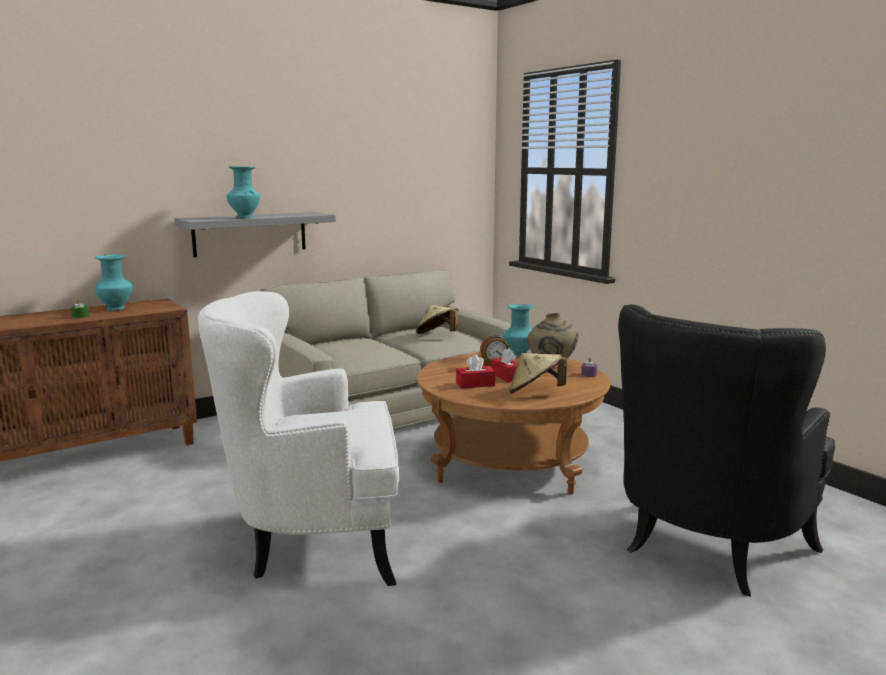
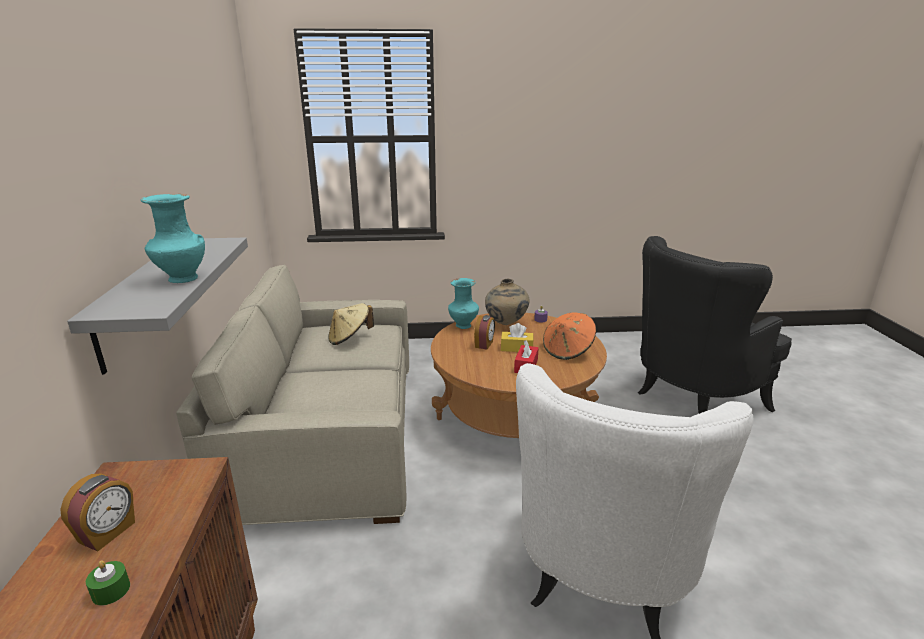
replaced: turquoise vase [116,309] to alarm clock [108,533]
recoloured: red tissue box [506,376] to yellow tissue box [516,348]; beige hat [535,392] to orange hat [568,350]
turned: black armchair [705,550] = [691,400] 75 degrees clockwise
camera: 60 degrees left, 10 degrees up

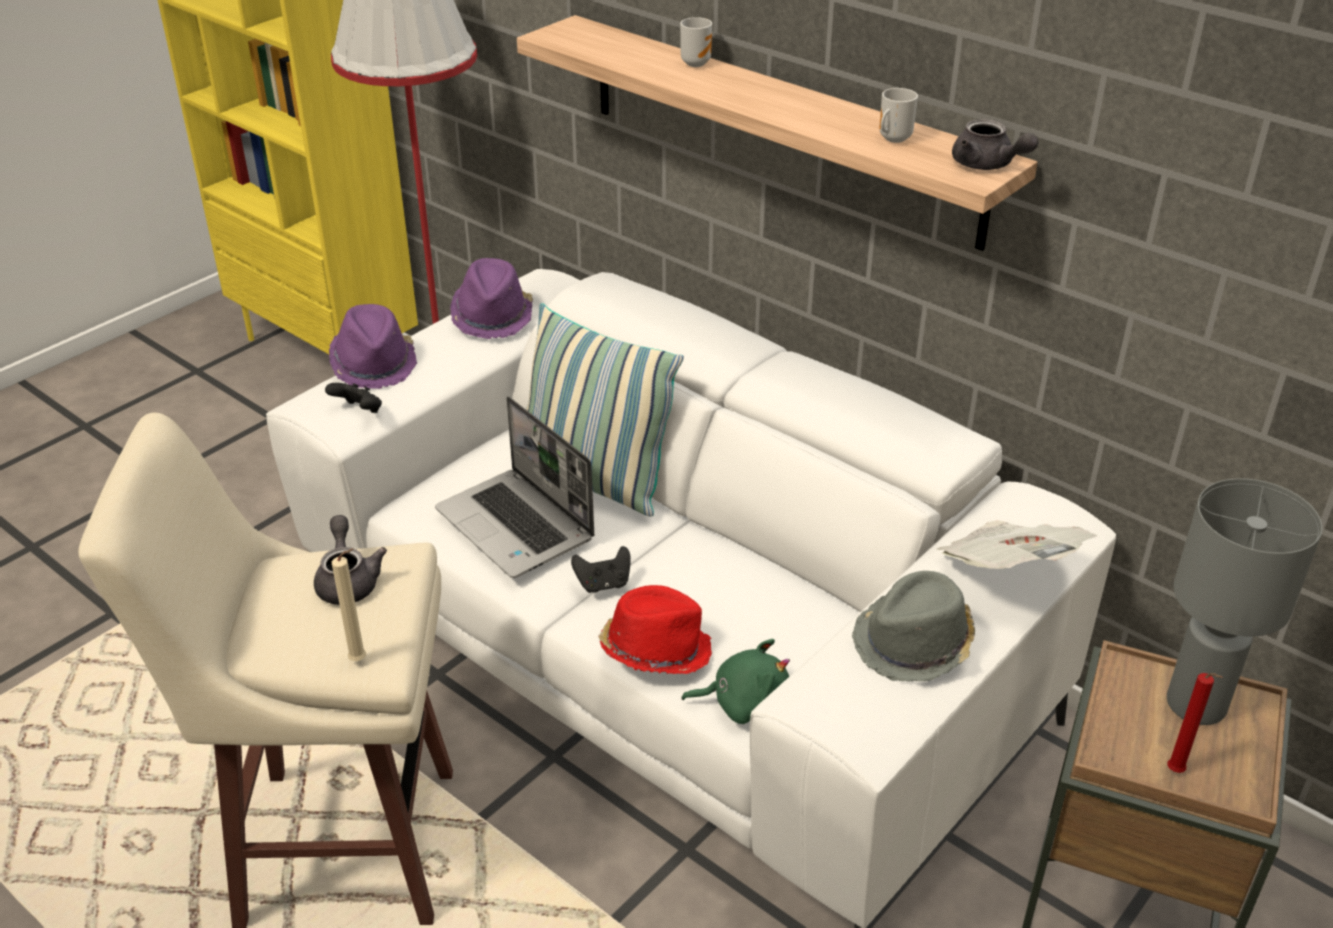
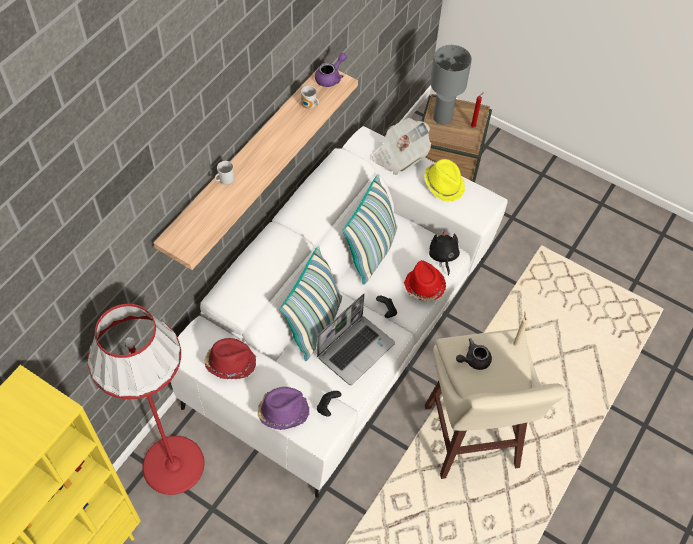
added: pillow [371,251]
recoloured: purple hat [493,315] to red hat [230,362]; green plush toy [744,703] to black plush toy [443,256]; grey hat [914,643] to yellow hat [444,184]; grey teapot [987,165] to purple teapot [331,77]
camera: 100 degrees left, 20 degrees up

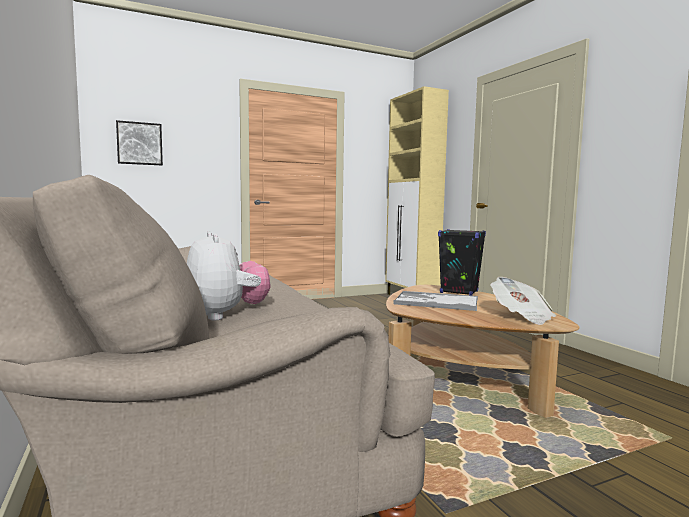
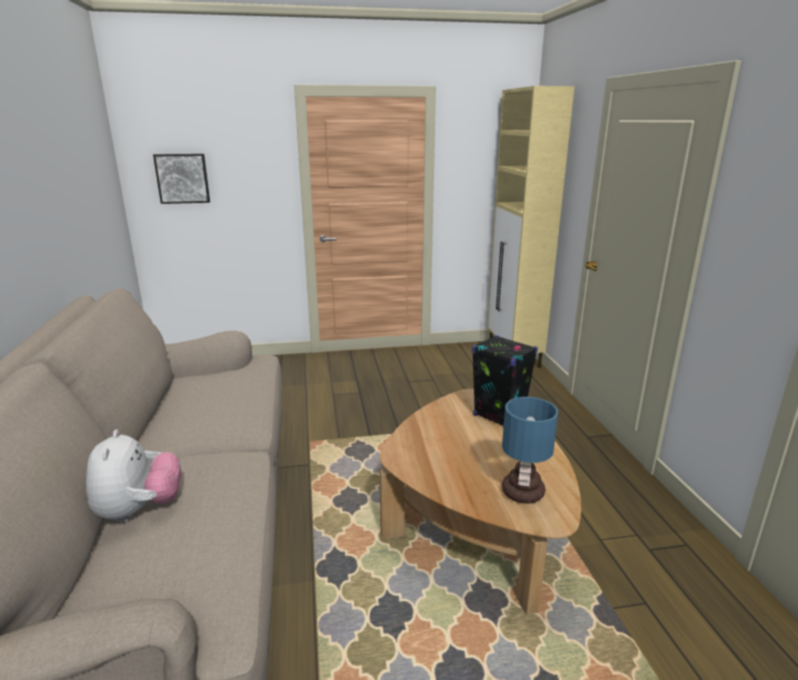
removed: tray [435,302]
replaced: newspaper [521,316] to table lamp [523,493]
camera: 15 degrees right, 15 degrees up

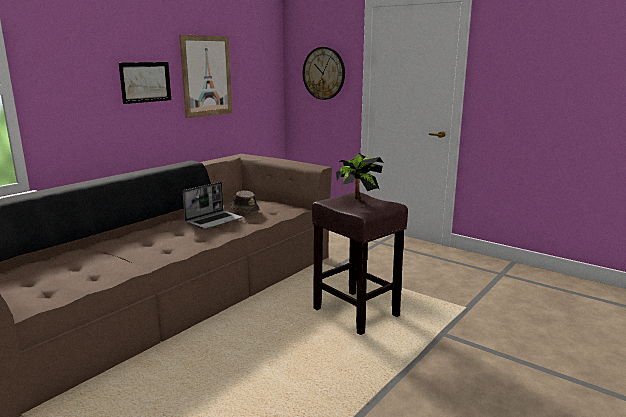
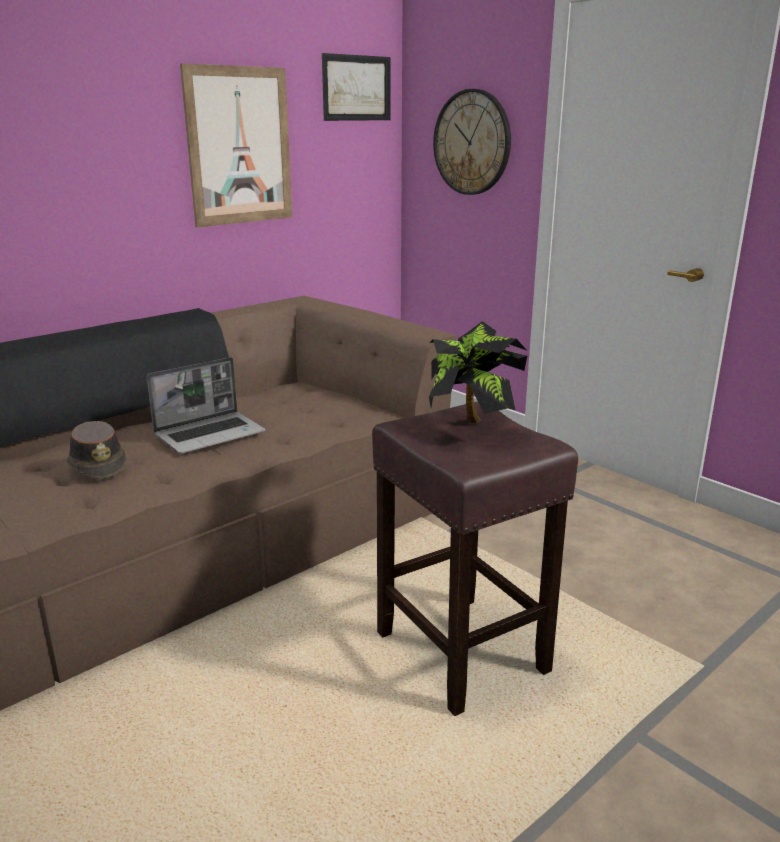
moved: picture [145,82] to [356,88]; brown hat [244,210] to [98,465]
camera: 10 degrees right, 5 degrees up

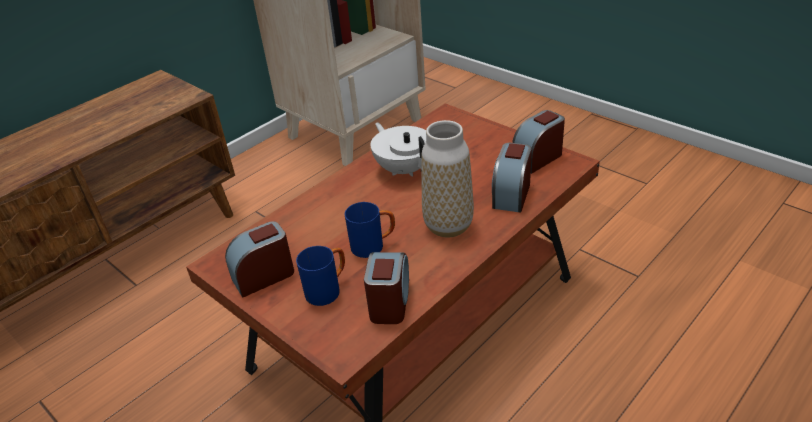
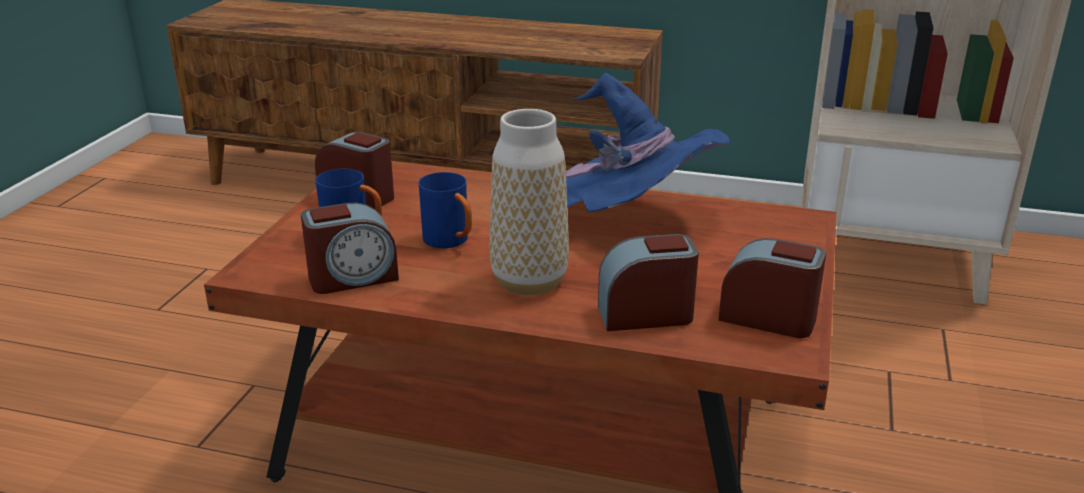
replaced: white teapot [404,169] to blue hat [632,222]
camera: 60 degrees right, 10 degrees down

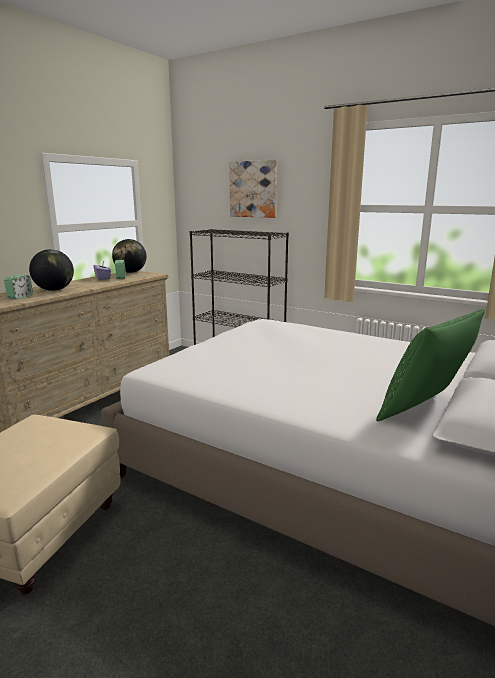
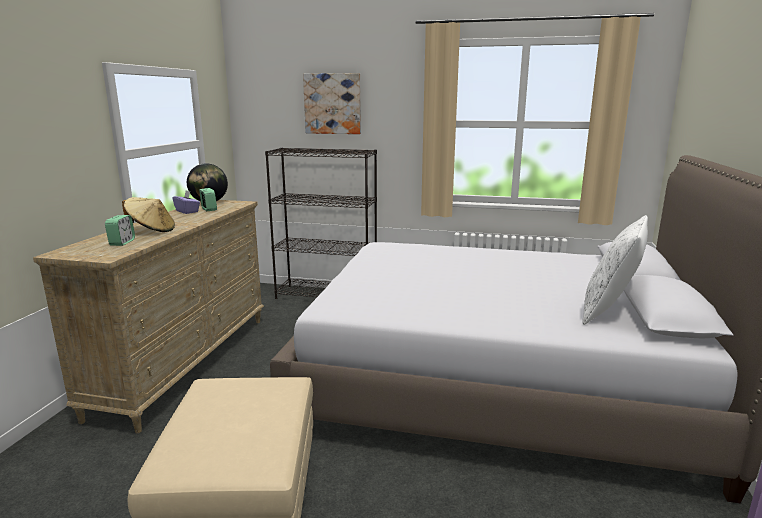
replaced: globe [54,290] to beige hat [151,230]
recoloured: green pillow [425,411] to white pillow [610,310]
camera: 20 degrees left, 0 degrees up

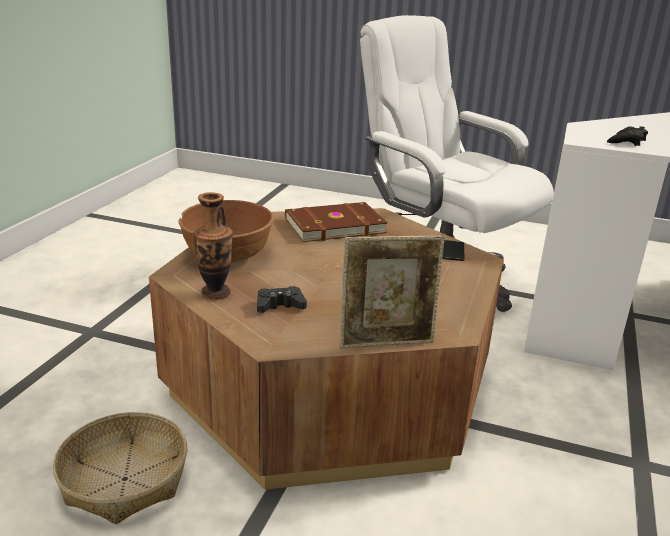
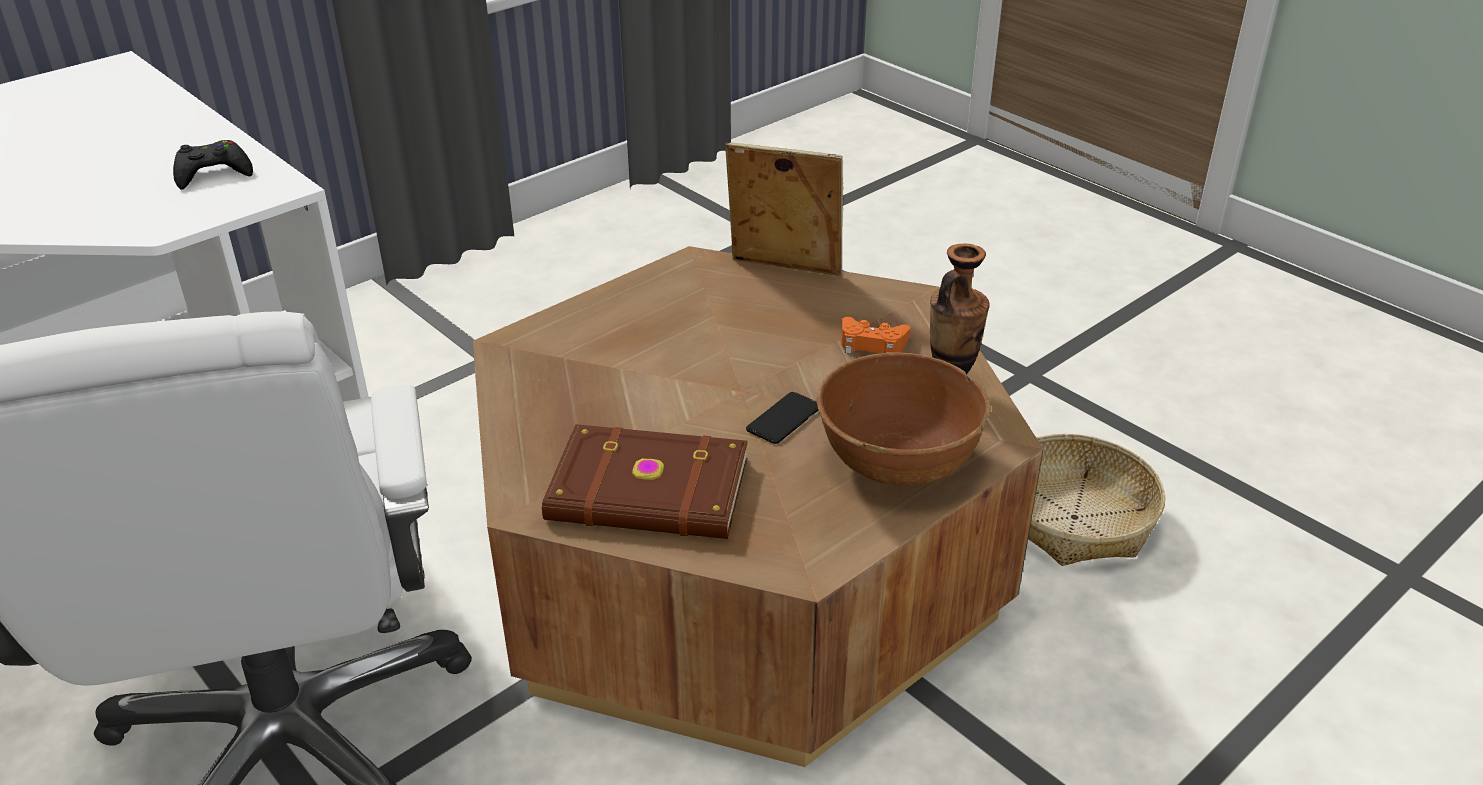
moved: phone [452,251] to [784,419]
recoloured: black game controller [280,306] to orange game controller [872,344]
camera: 150 degrees left, 10 degrees up

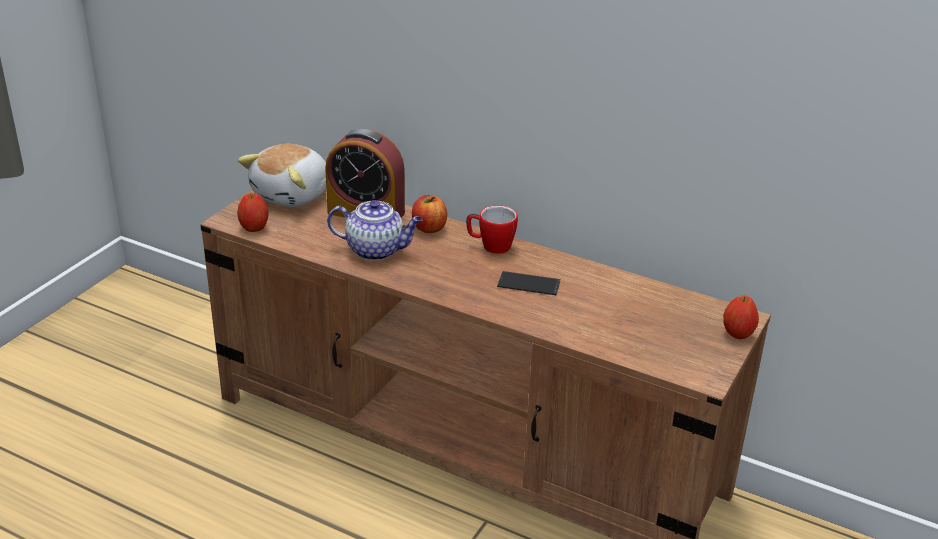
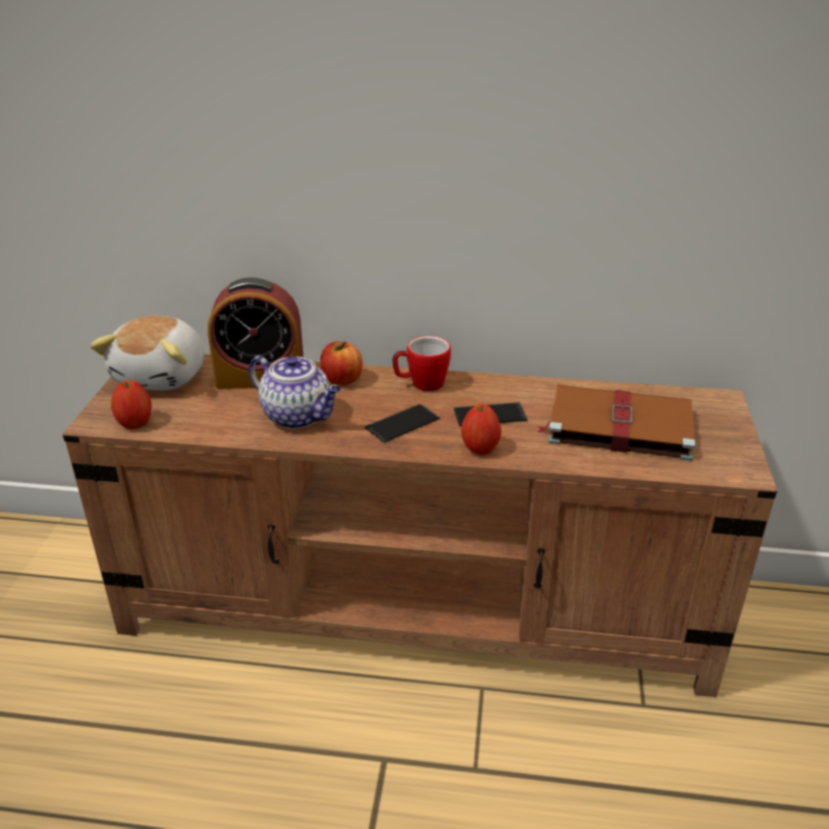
added: phone [402,423]; brown book [617,425]
moved: apple [738,333] to [480,448]
turned: teapot [376,250] = [298,416] 45 degrees clockwise
camera: 20 degrees left, 0 degrees up

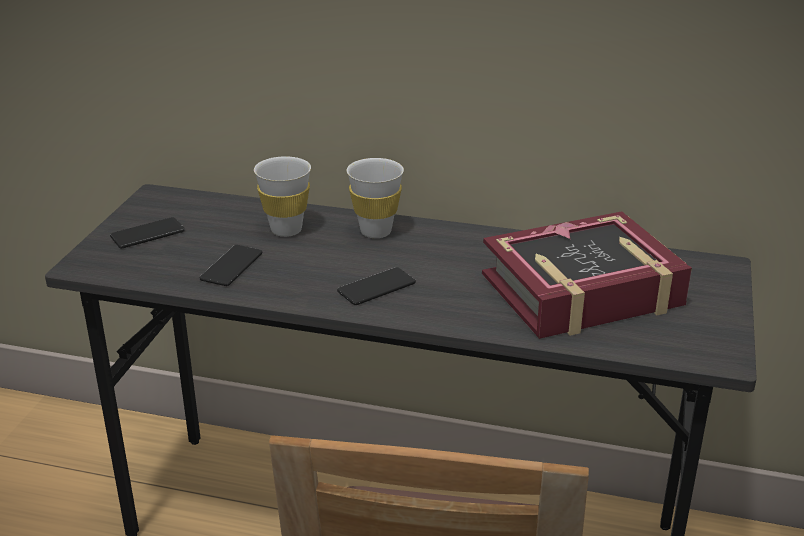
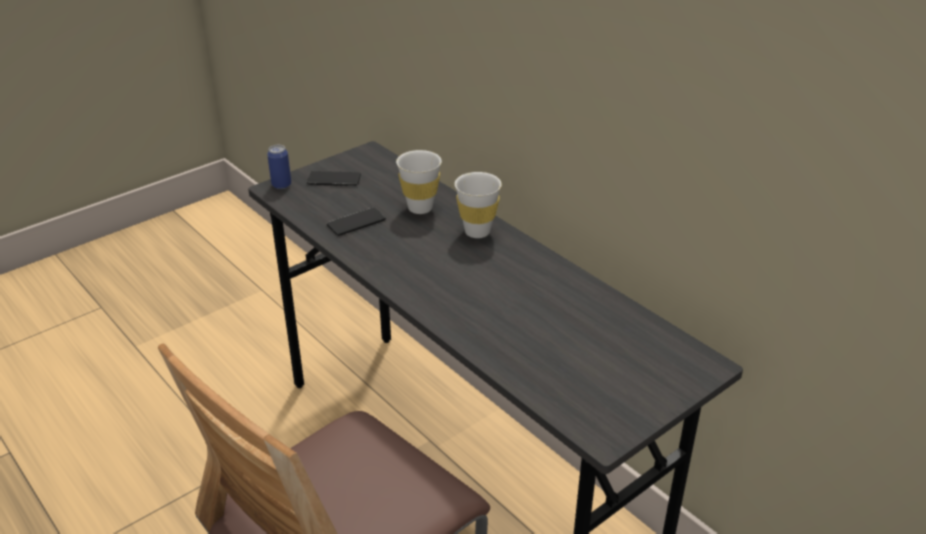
removed: phone [376,287]; book [582,291]
added: can [281,185]
camera: 35 degrees right, 5 degrees up

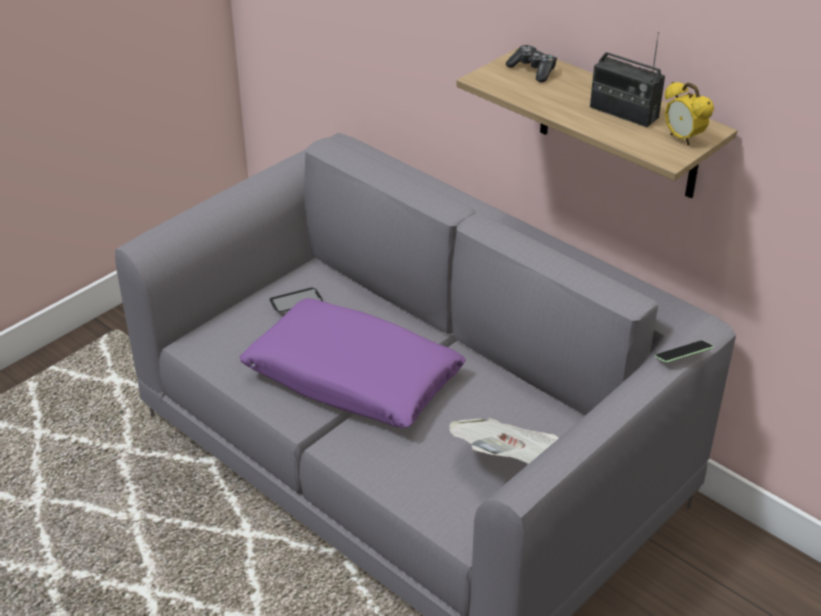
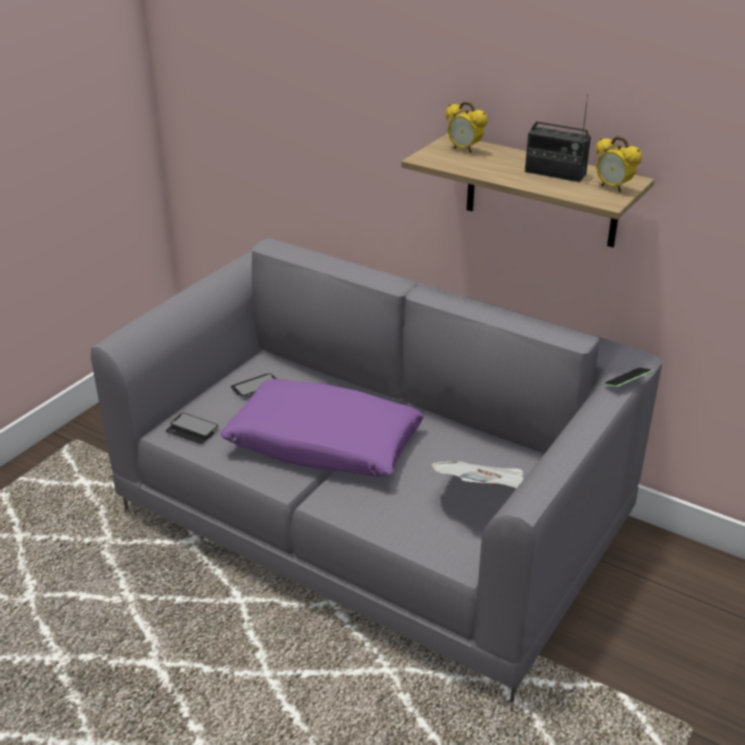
added: phone [192,430]
replaced: game controller [533,70] to alarm clock [464,150]
camera: 10 degrees left, 5 degrees down

